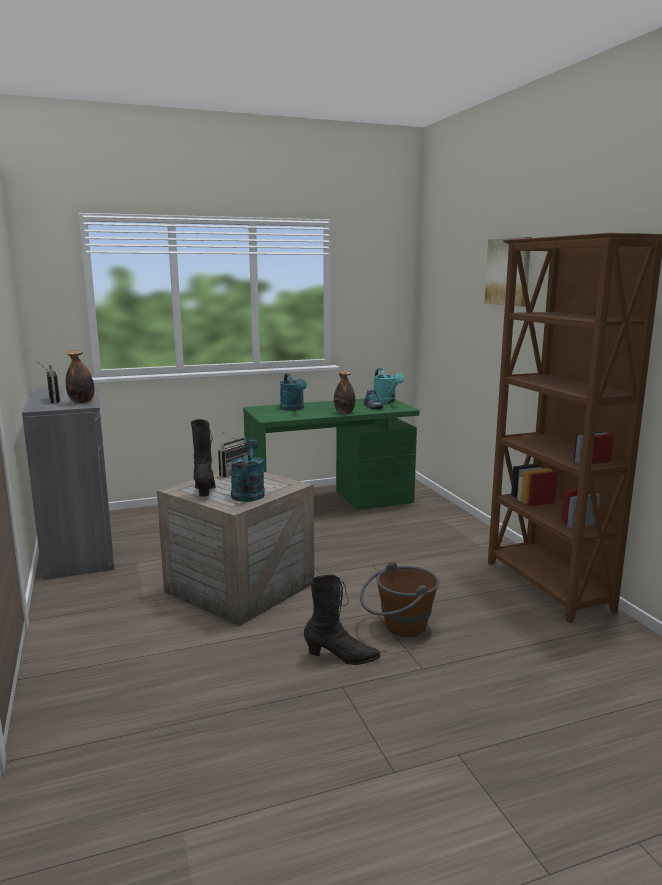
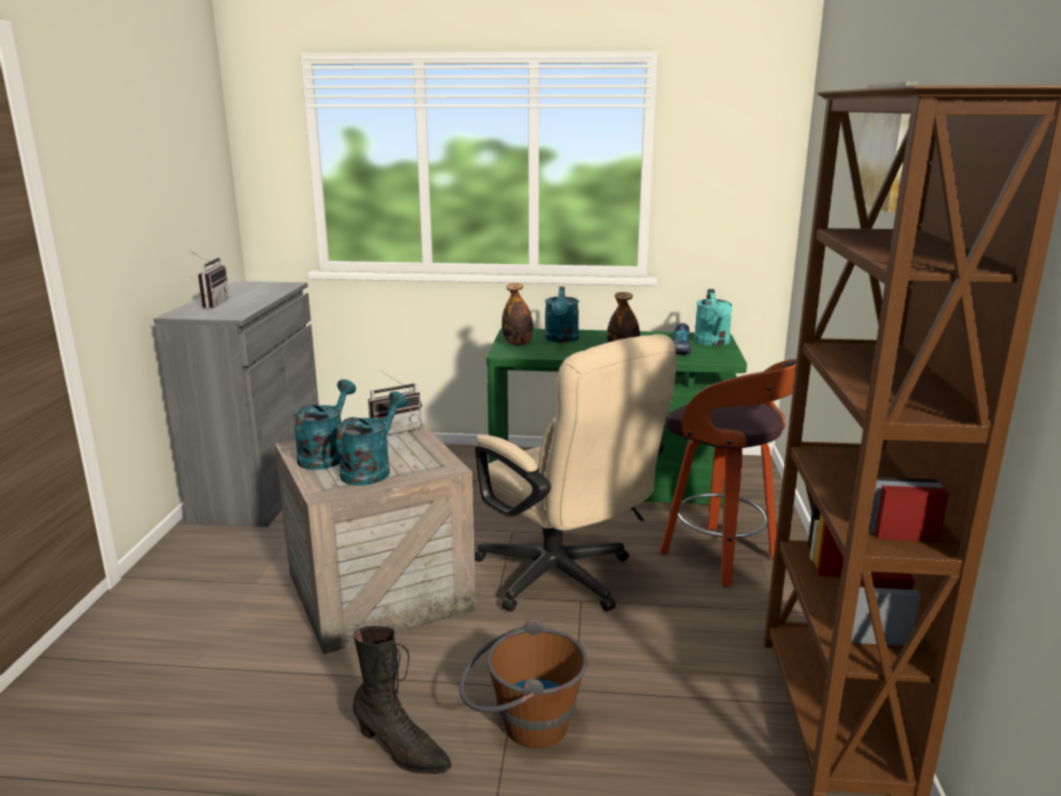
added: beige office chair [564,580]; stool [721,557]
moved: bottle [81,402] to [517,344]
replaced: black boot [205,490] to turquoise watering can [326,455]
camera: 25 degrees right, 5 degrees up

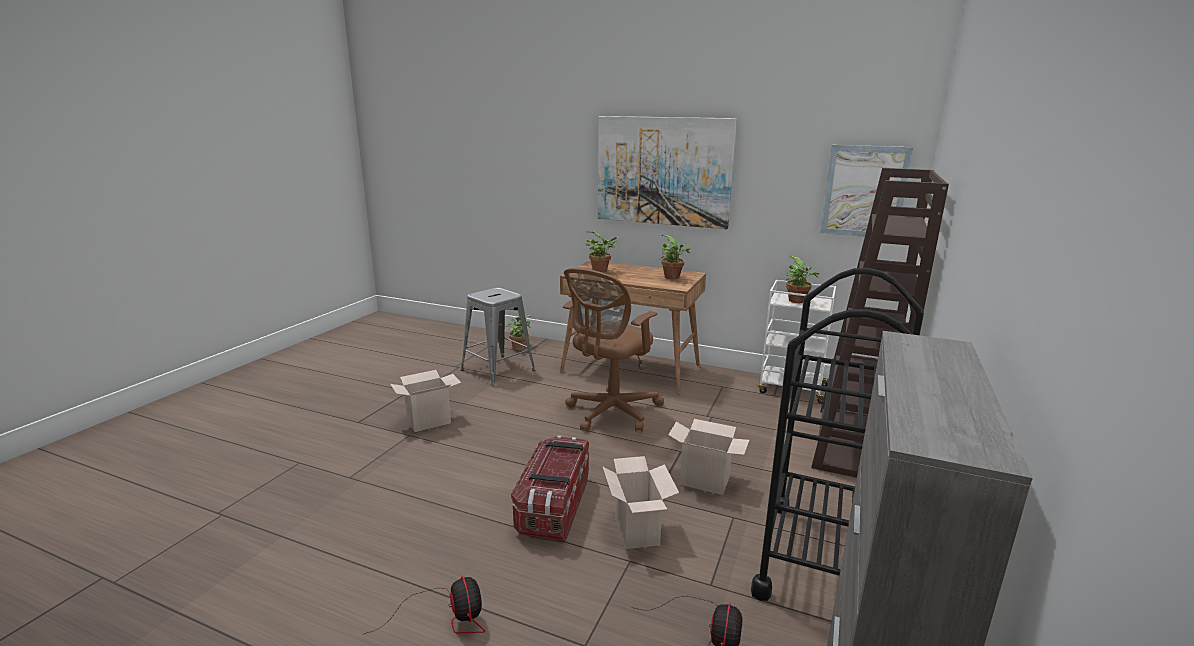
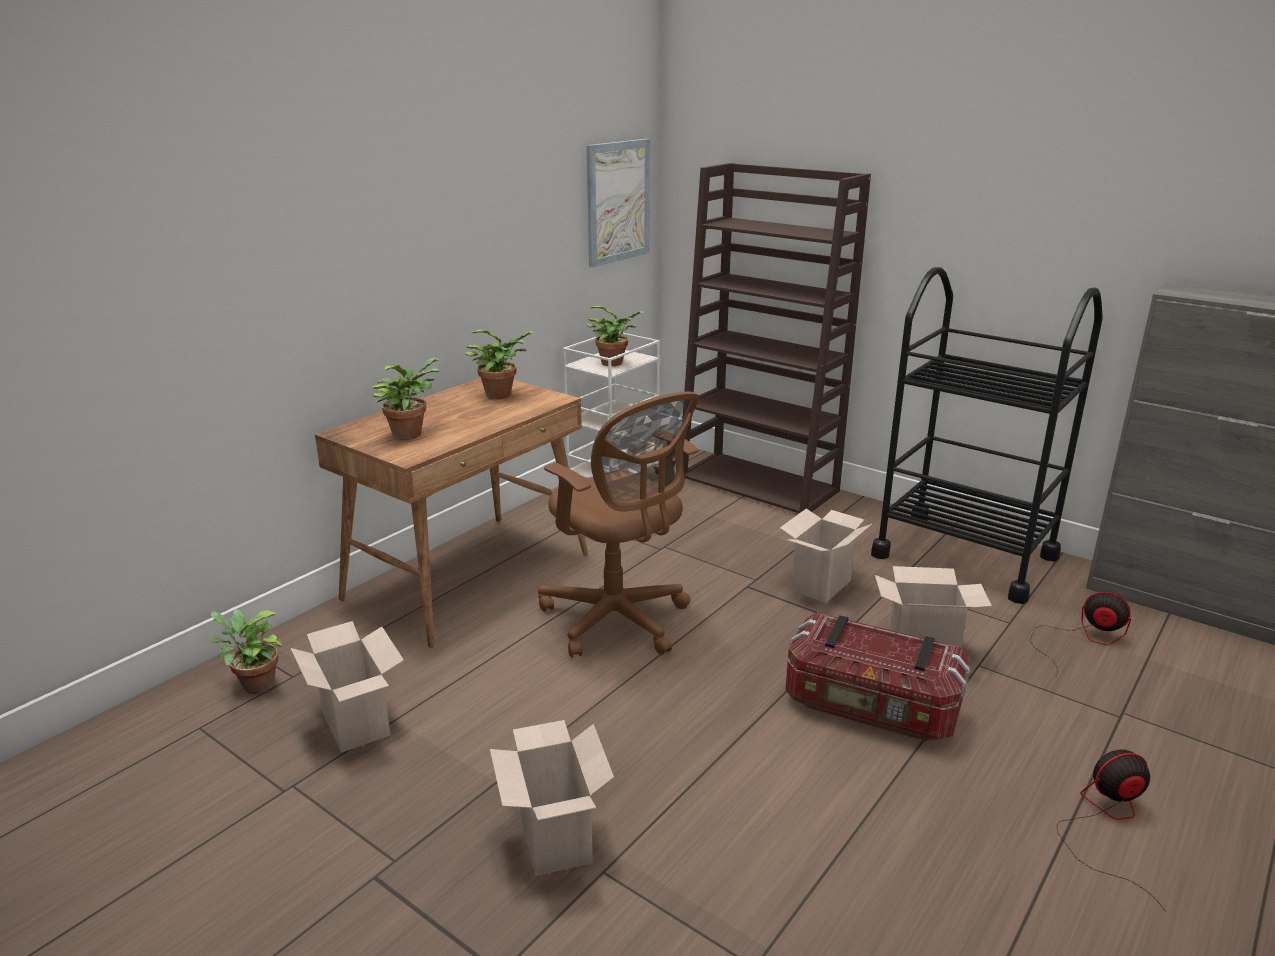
removed: picture [663,171]
replaced: grey stool [498,370] to cardboard box [359,725]
camera: 75 degrees left, 5 degrees up

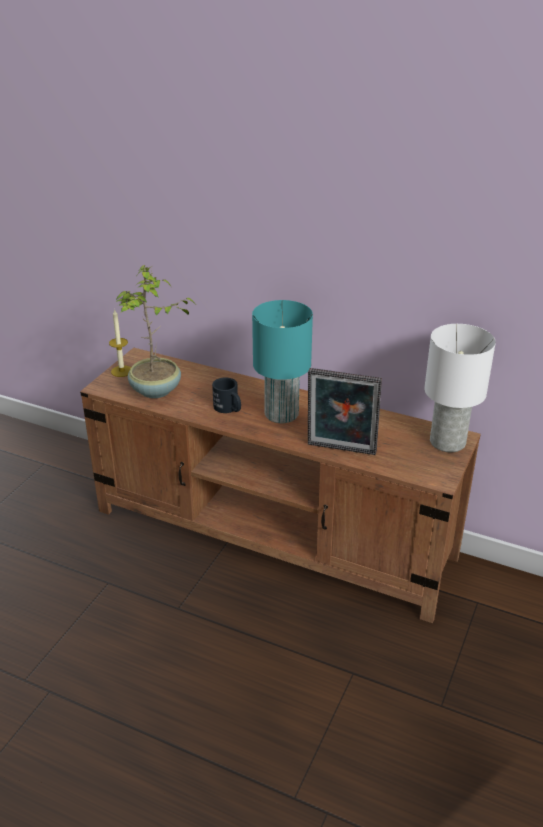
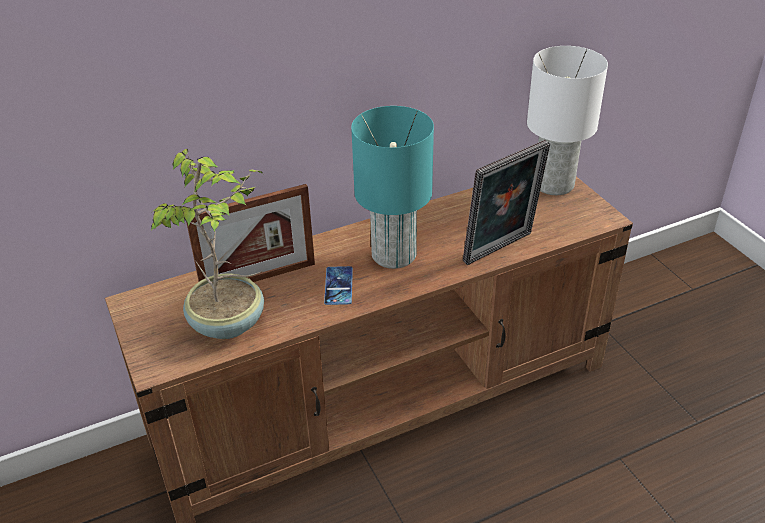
removed: candle [121,371]
added: picture frame [259,278]
replaced: black mug [229,409] to phone [338,286]
camera: 50 degrees left, 5 degrees up

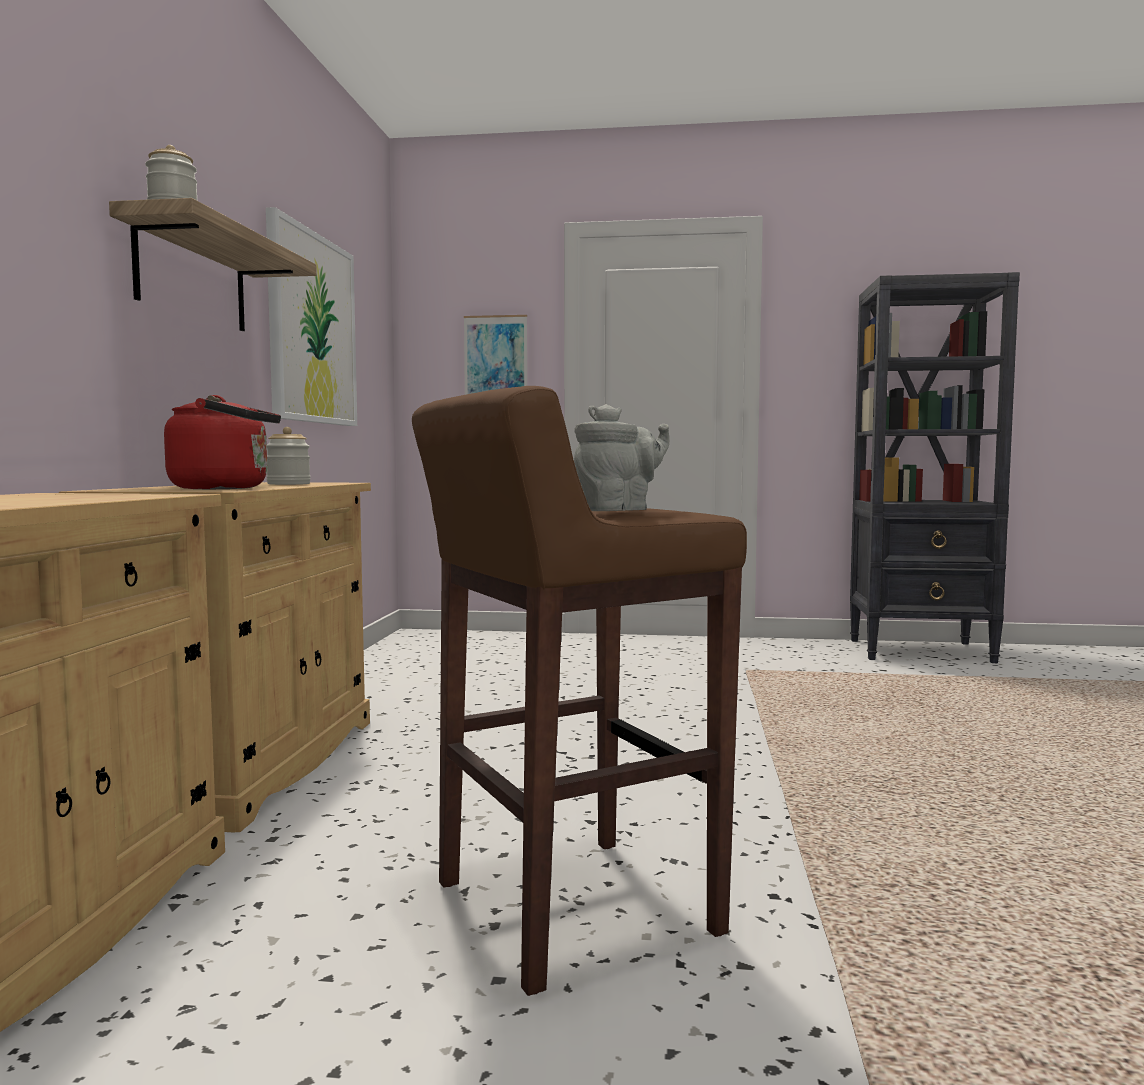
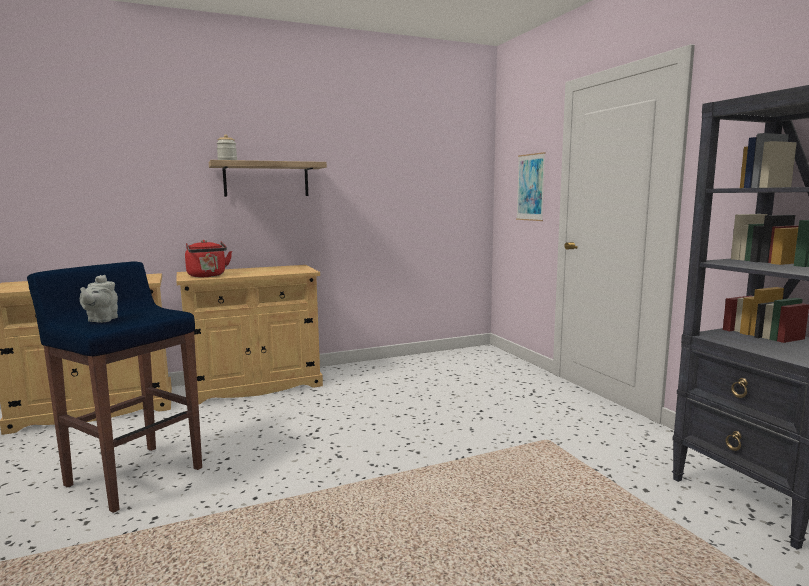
removed: picture [312,329]; jar [288,484]
recoloured: brown stool [570,909] to blue stool [134,476]
turned: grey teapot [619,511] = [101,320] 60 degrees clockwise
camera: 60 degrees right, 5 degrees up

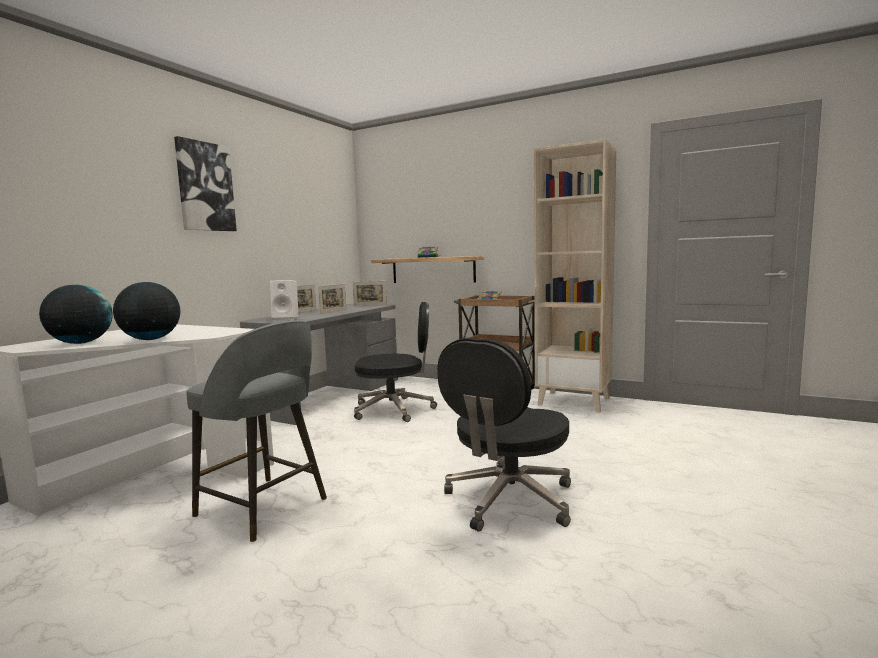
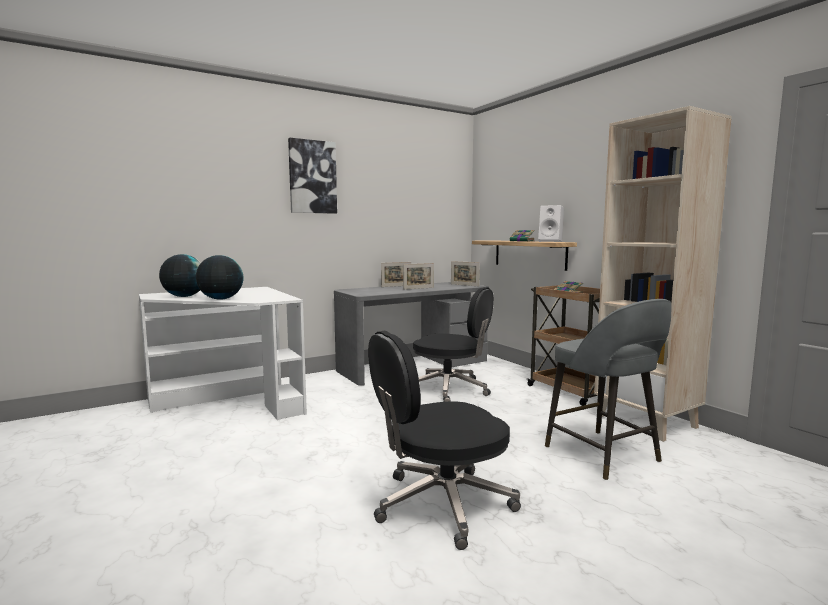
moved: grey stool [264,508] to [604,455]; white speaker [286,318] to [551,241]
camera: 30 degrees right, 0 degrees up

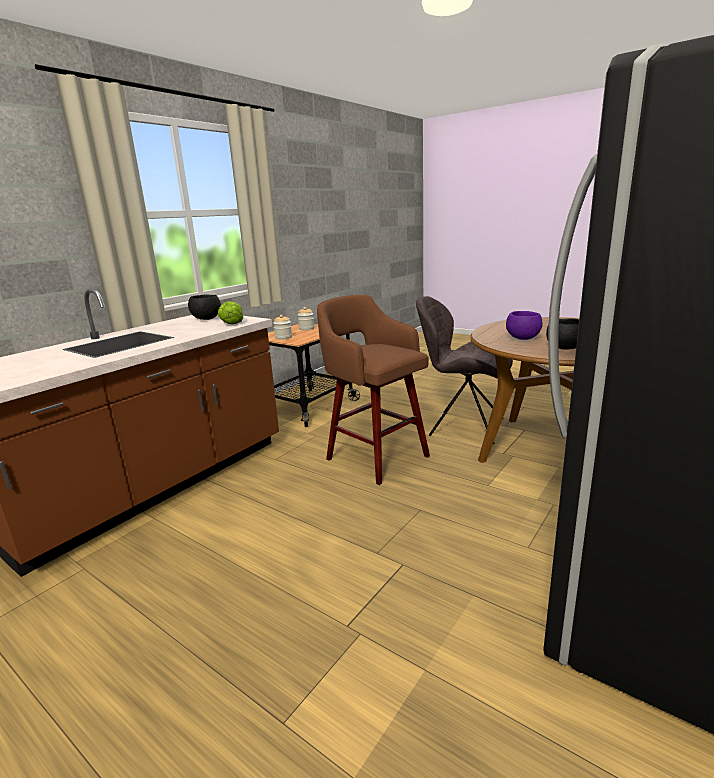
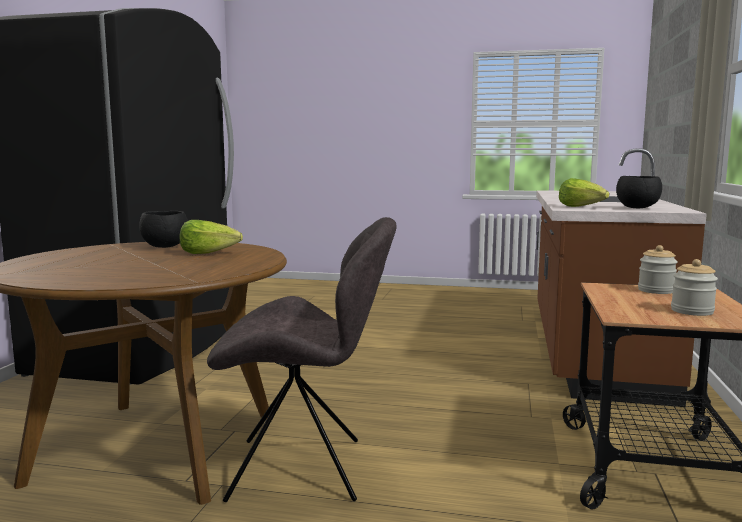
removed: brown stool [375,456]
replaced: purple bowl [523,338] to lettuce [209,253]
camera: 155 degrees right, 10 degrees down

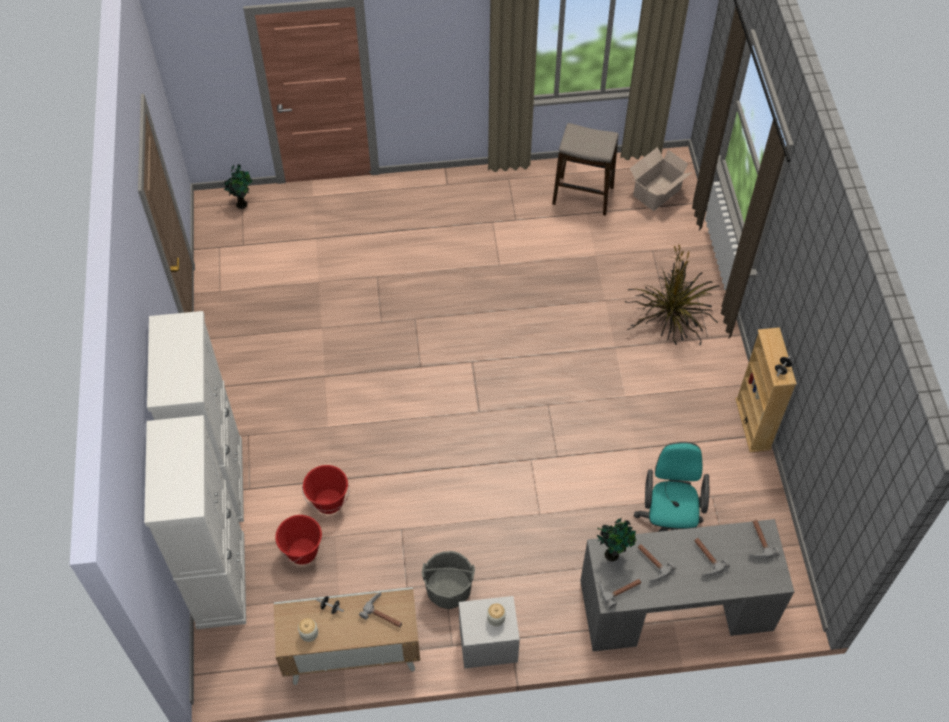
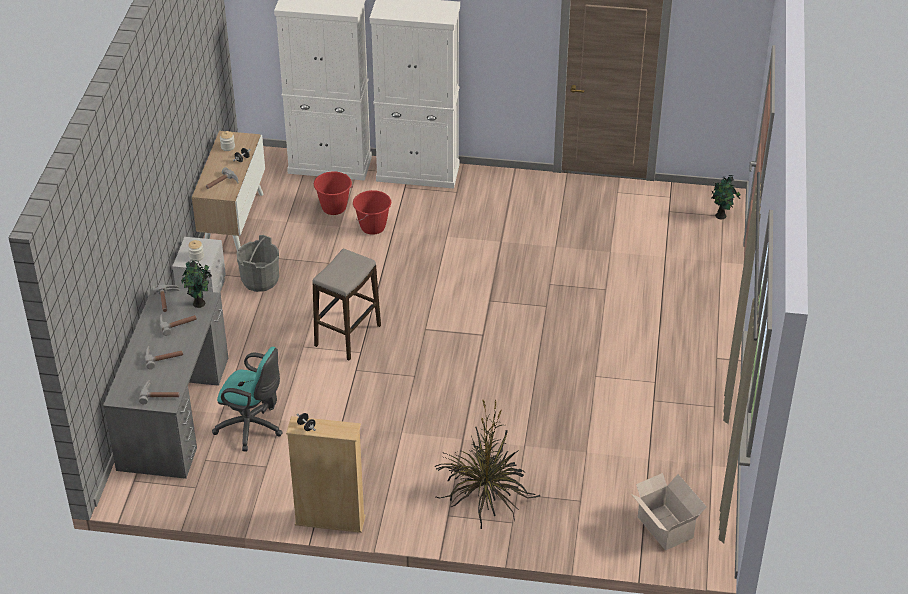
moved: stool [583,196] to [347,336]
camera: 105 degrees right, 15 degrees down

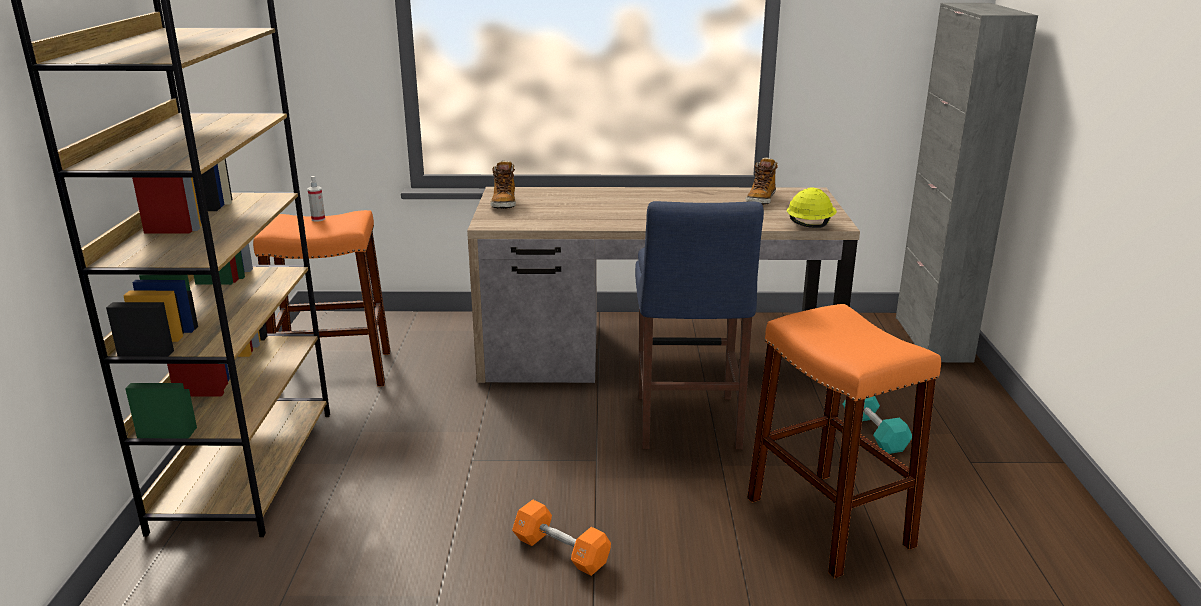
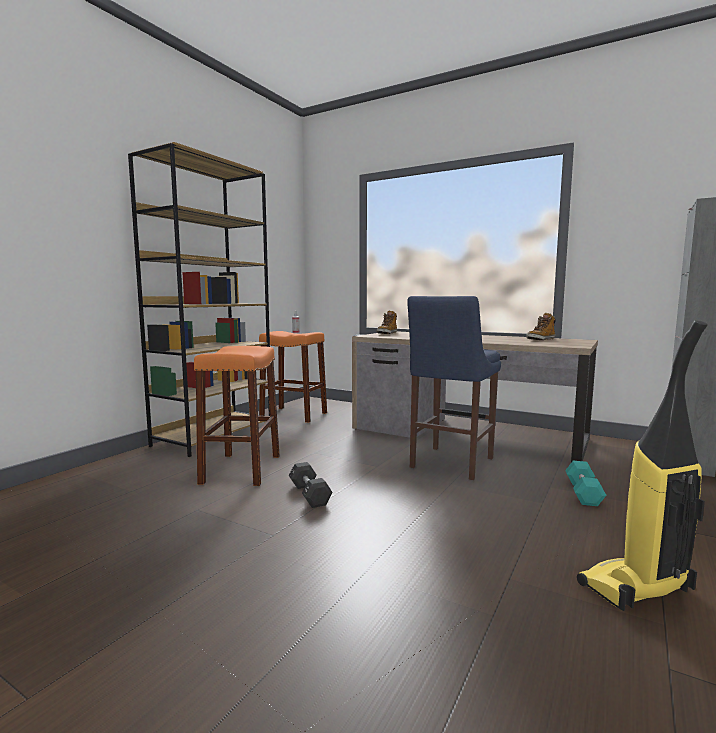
removed: yellow hard hat [809,225]
added: vacuum cleaner [636,589]
moved: orange stool [828,521] to [241,469]
recoloured: orange dumbbell [561,551] to black dumbbell [309,494]
camera: 30 degrees right, 15 degrees down

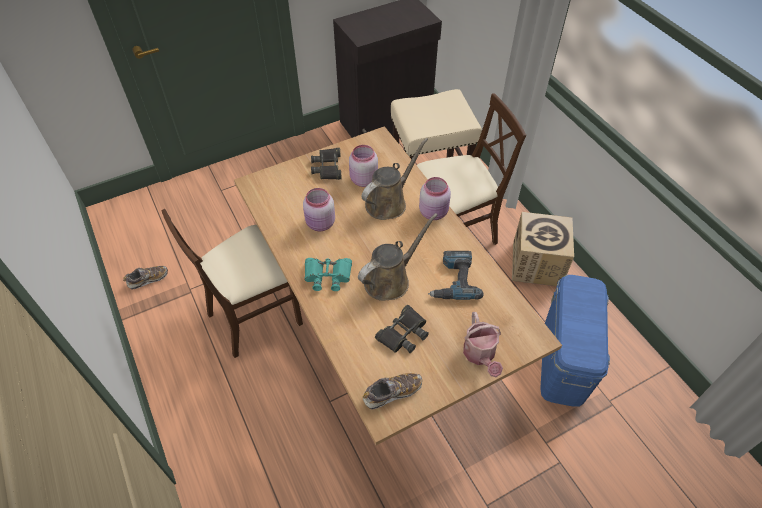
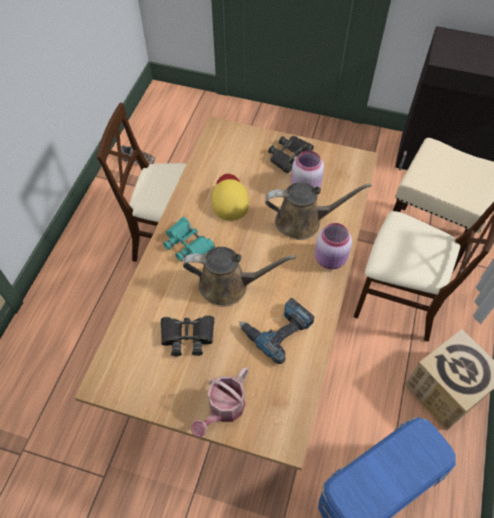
removed: shoe [392,393]
replaced: pink jar [320,224] to yellow cap [229,198]
camera: 45 degrees right, 5 degrees up

